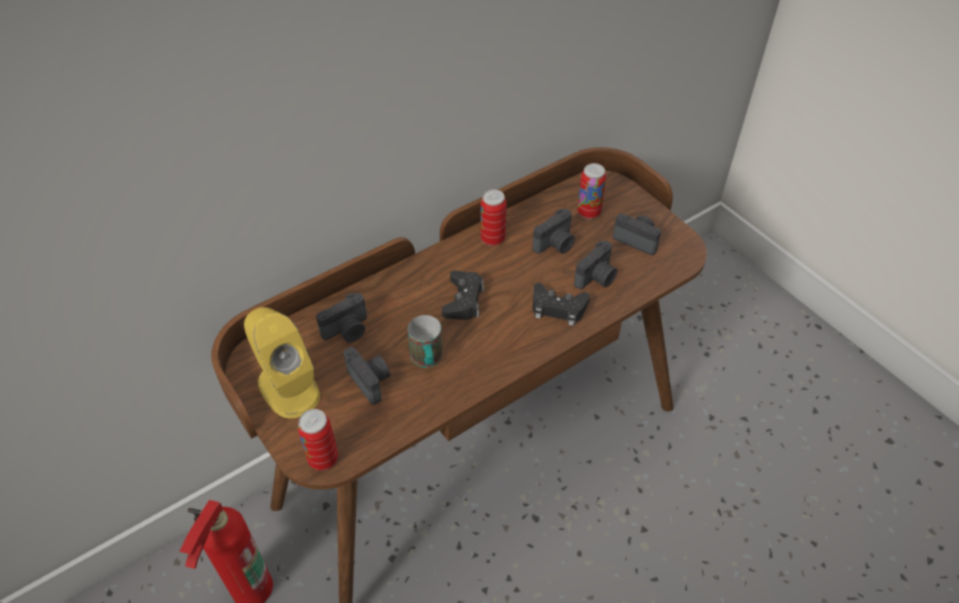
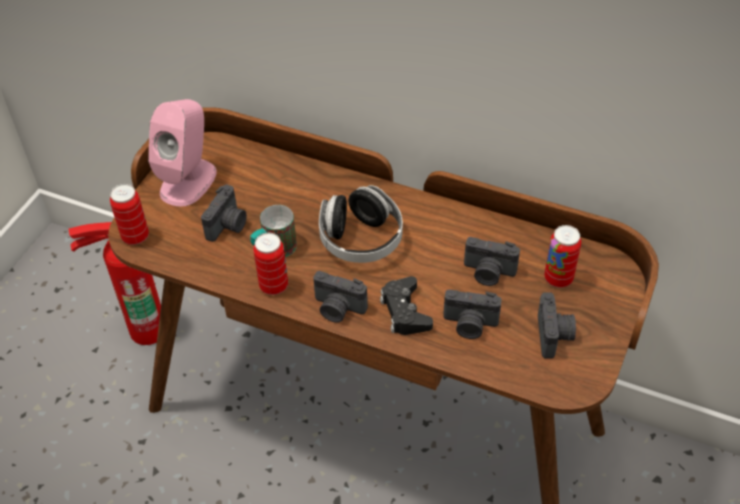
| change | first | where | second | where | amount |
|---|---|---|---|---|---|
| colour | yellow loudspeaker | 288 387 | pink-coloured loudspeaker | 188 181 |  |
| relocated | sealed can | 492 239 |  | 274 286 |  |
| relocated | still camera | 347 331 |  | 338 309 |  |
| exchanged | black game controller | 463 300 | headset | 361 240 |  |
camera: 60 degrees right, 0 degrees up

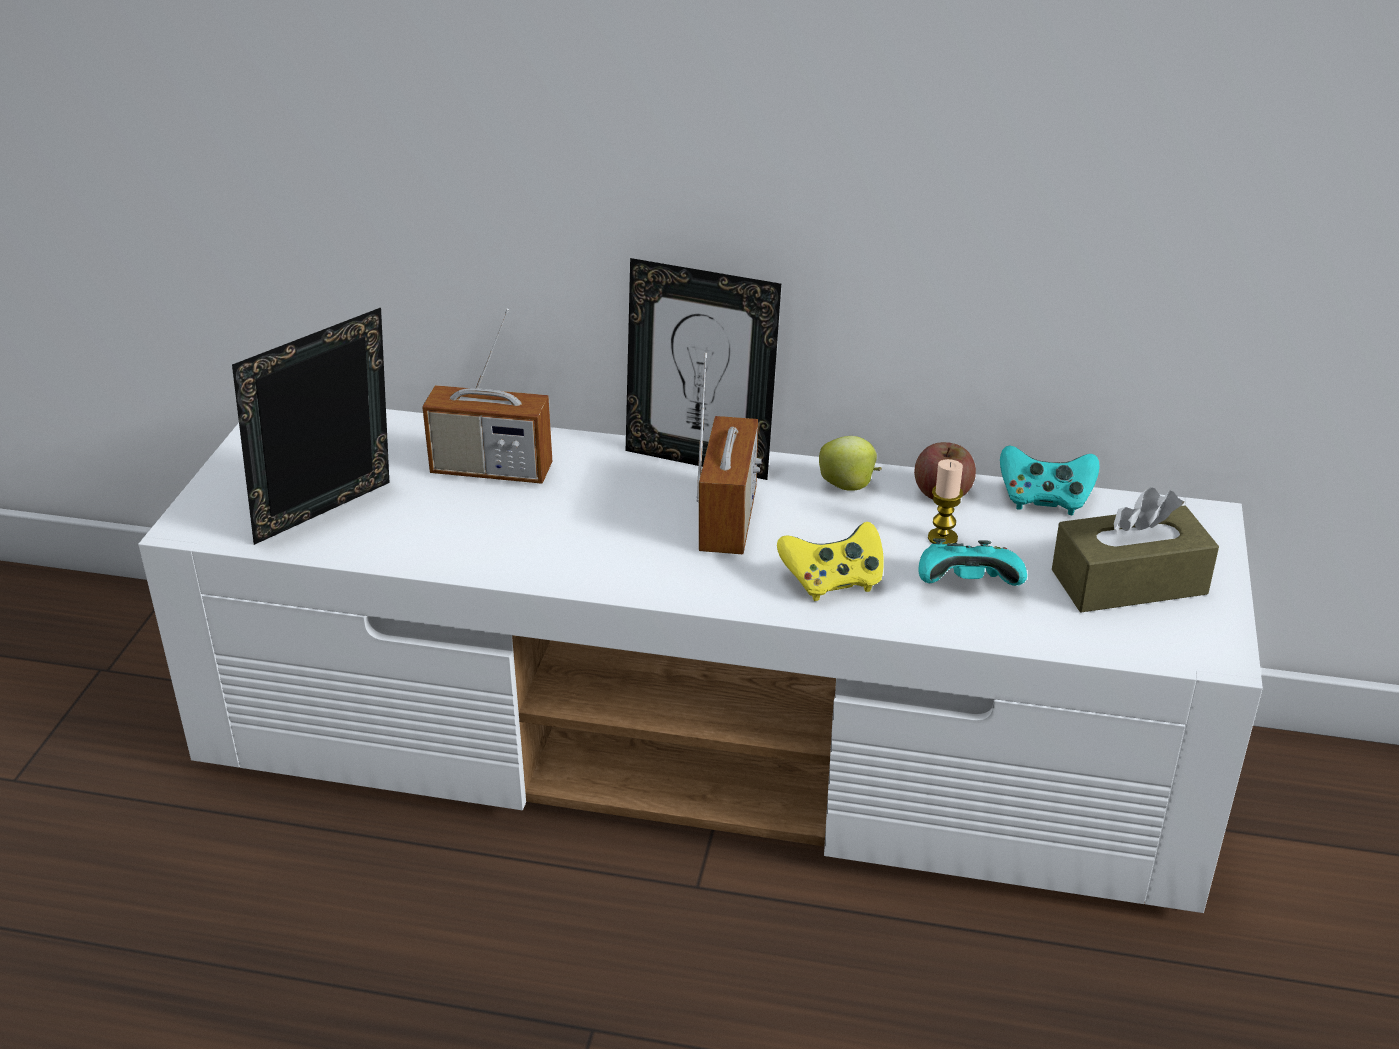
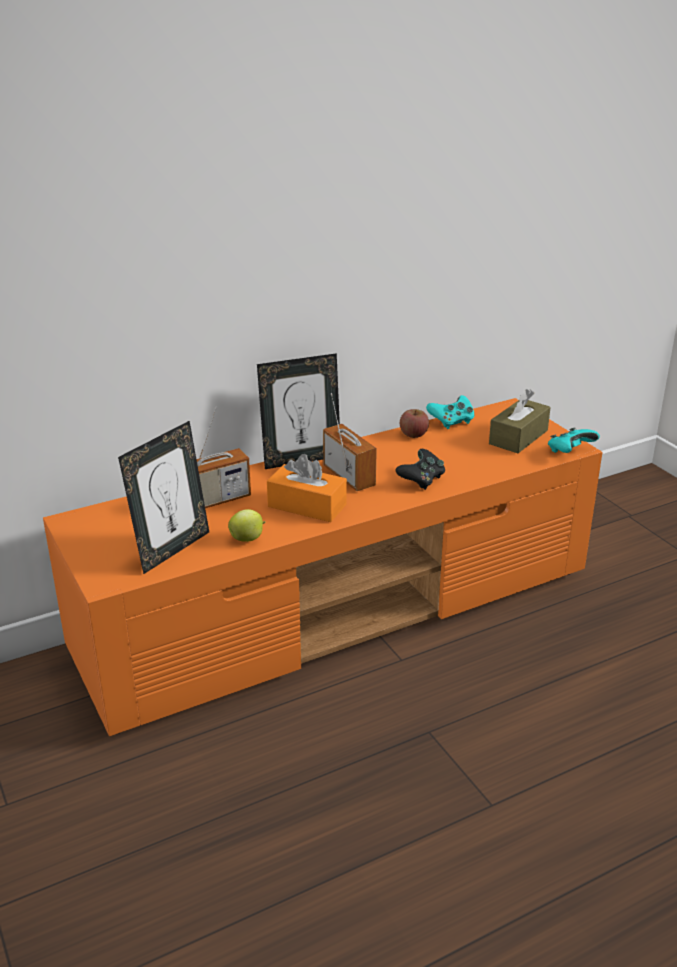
| change | first | where | second | where | amount |
|---|---|---|---|---|---|
| colour | white tv unit | 706 752 | orange-coloured tv unit | 340 610 |  |
| spun | photo frame | 330 518 |  | 172 550 | 150 degrees counterclockwise |
| relocated | apple fruit | 849 486 |  | 247 539 |  |
| appeared |  |  | orange-coloured tissue box | 307 505 |  |
| colour | yellow game controller | 833 582 | black game controller | 421 480 |  |
| relocated | blue-green game controller | 967 586 |  | 570 452 |  |
| missing | candle | 942 538 |  |  |  |
camera: 40 degrees left, 5 degrees down

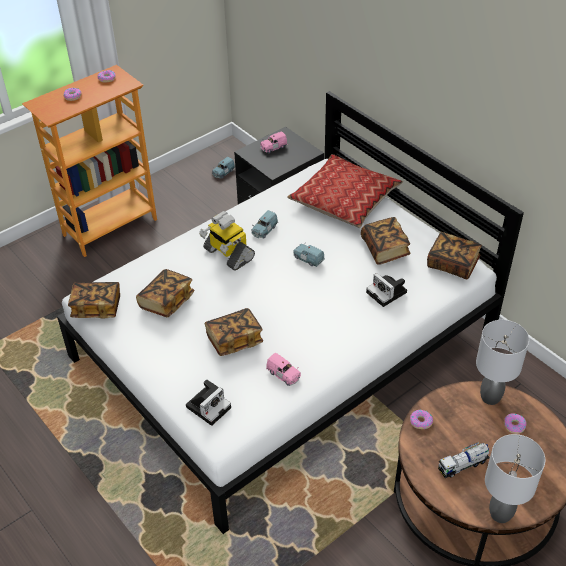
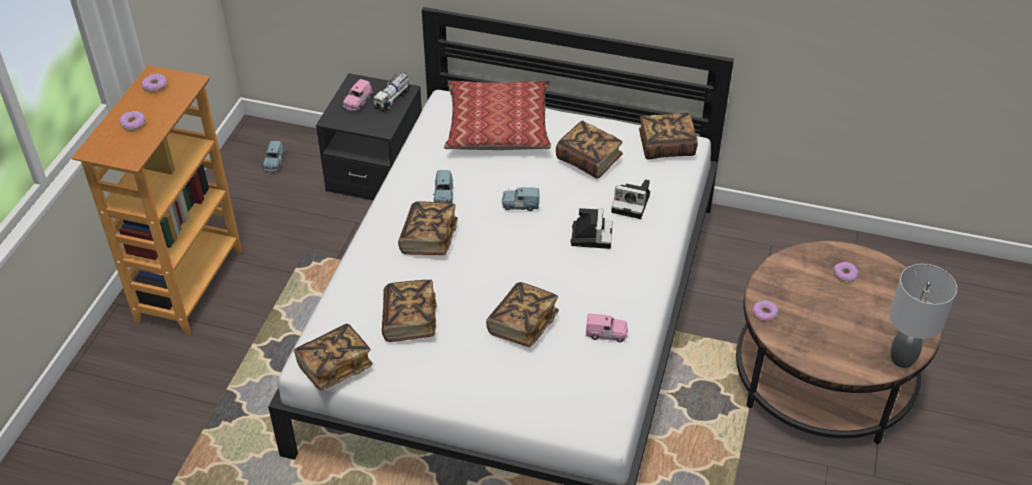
| change | first | where | second | where | amount |
|---|---|---|---|---|---|
| relocated | model truck | 463 465 |  | 392 99 |  |
| exchanged | model robot | 228 254 | book | 429 239 |  |
| relocated | still camera | 209 406 |  | 591 235 |  |
| missing | greyish tabletop lamp | 491 397 |  |  |  |
camera: 35 degrees left, 0 degrees up

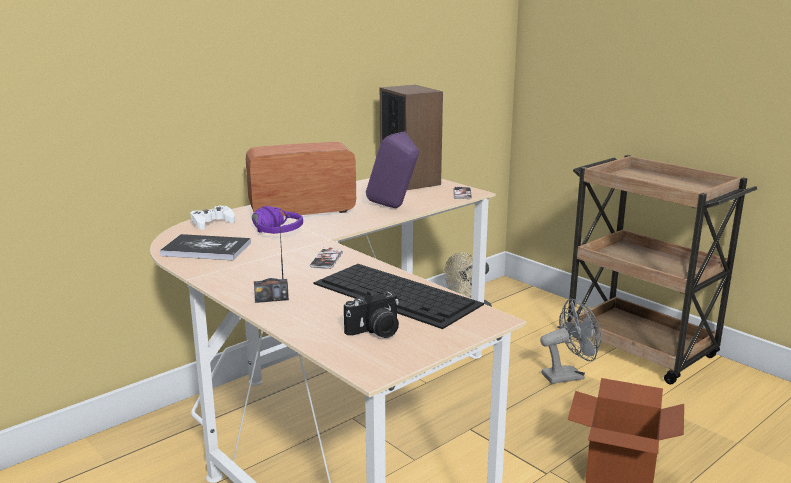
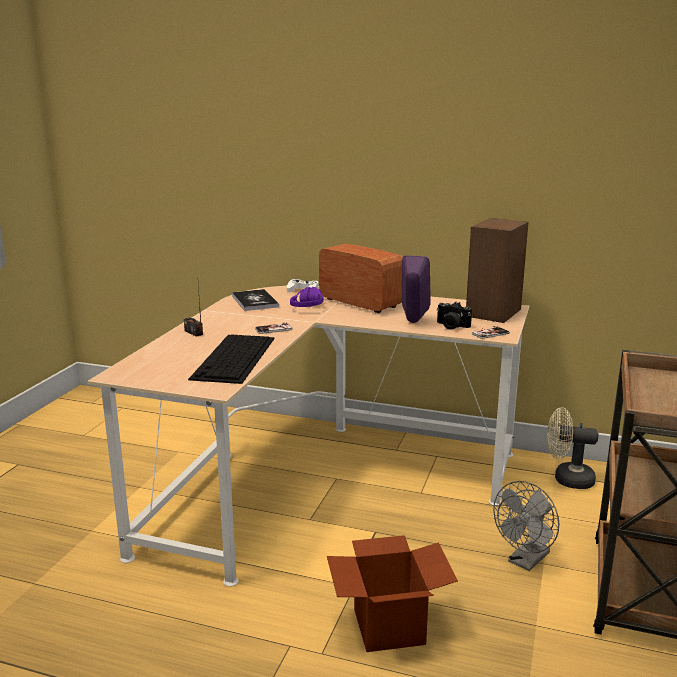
| change | first | where | second | where | amount |
|---|---|---|---|---|---|
| relocated | still camera | 375 331 |  | 451 326 |  |
| spun | greyish cooling fan | 568 375 |  | 525 561 | 90 degrees clockwise |
camera: 60 degrees right, 0 degrees up

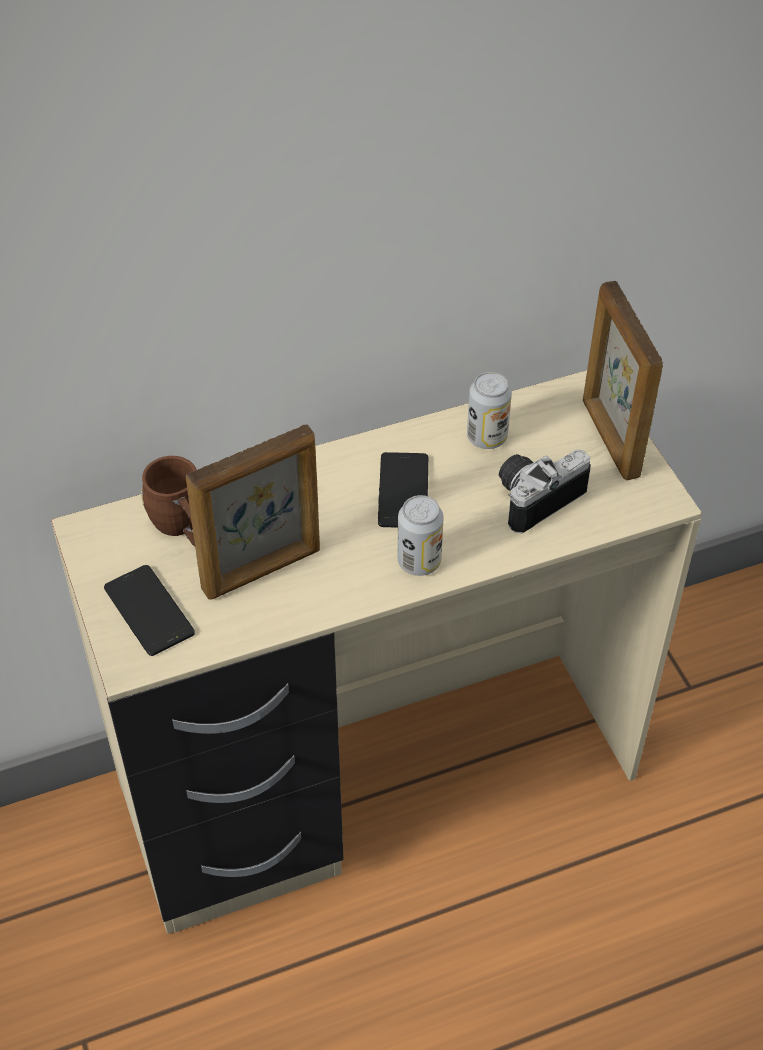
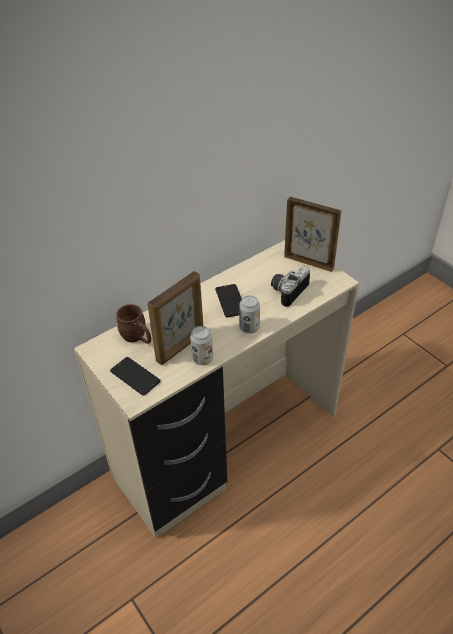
| change | first | where | second | where | amount |
|---|---|---|---|---|---|
| relocated | sealed can | 487 437 |  | 202 359 |  |
| spun | photo frame | 609 438 |  | 309 262 | 150 degrees clockwise |
camera: 15 degrees left, 5 degrees down

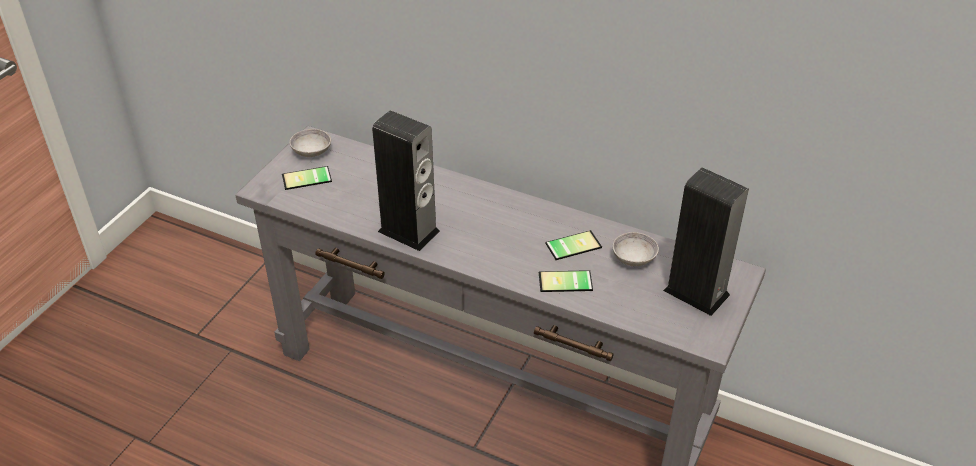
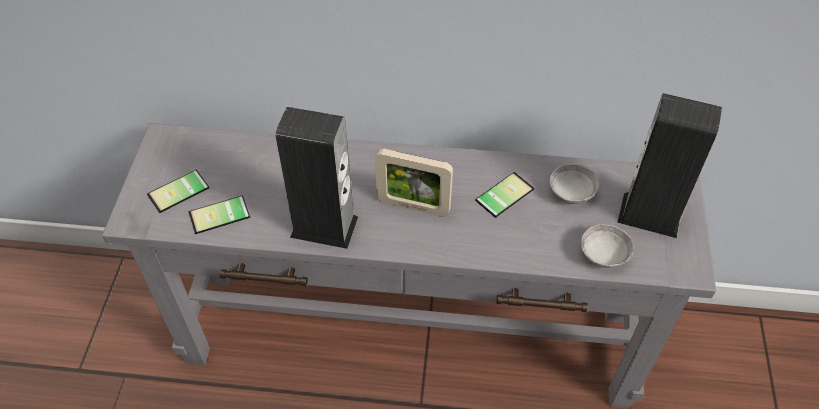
| change | first | where | second | where | amount |
|---|---|---|---|---|---|
| relocated | telephone | 565 283 |  | 220 217 |  |
| appeared |  |  | photo frame | 413 207 |  |
| relocated | greyish deep dish | 311 152 |  | 603 255 |  |
camera: 20 degrees left, 10 degrees up

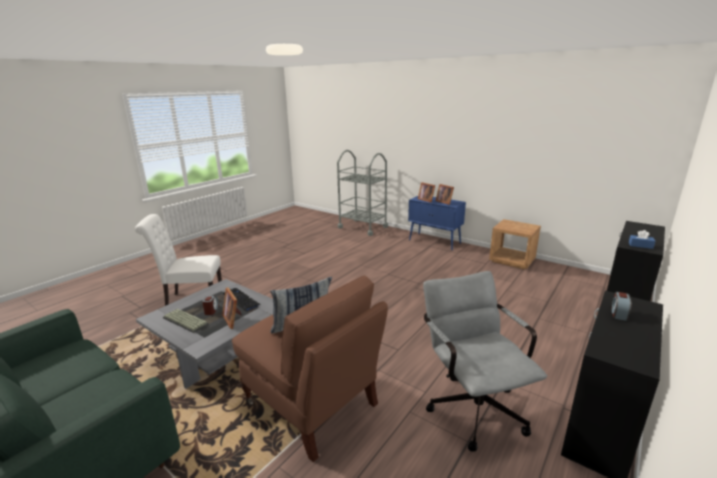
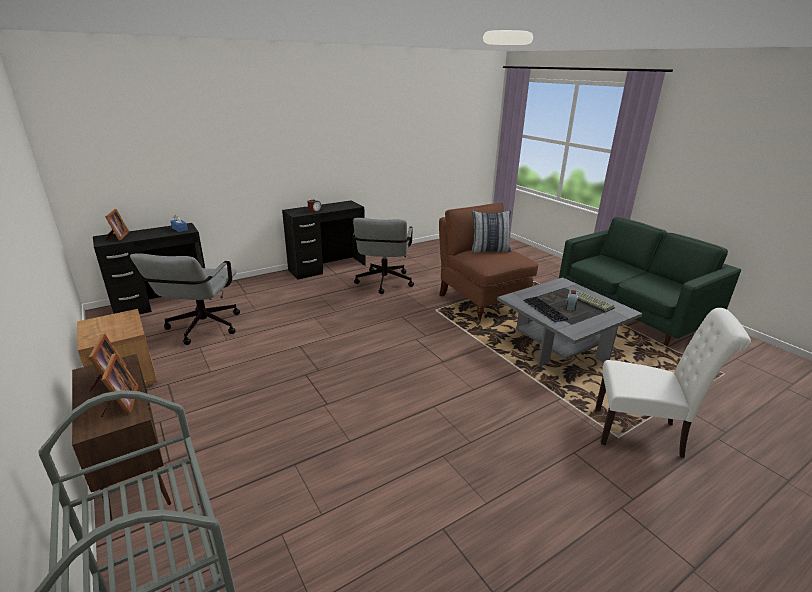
| change | first | where | second | where | amount |
|---|---|---|---|---|---|
| colour | blue-coloured cupboard | 435 242 | brownish cupboard | 135 474 |  |
| relocated | photo frame | 233 319 |  | 118 237 |  |
| appeared |  |  | greyish desk chair | 201 329 |  |
camera: 160 degrees left, 5 degrees up

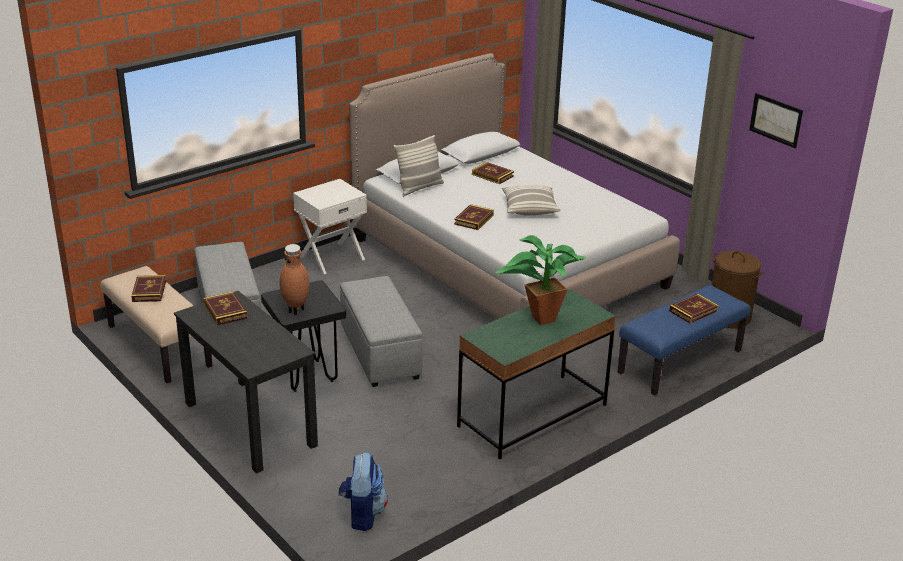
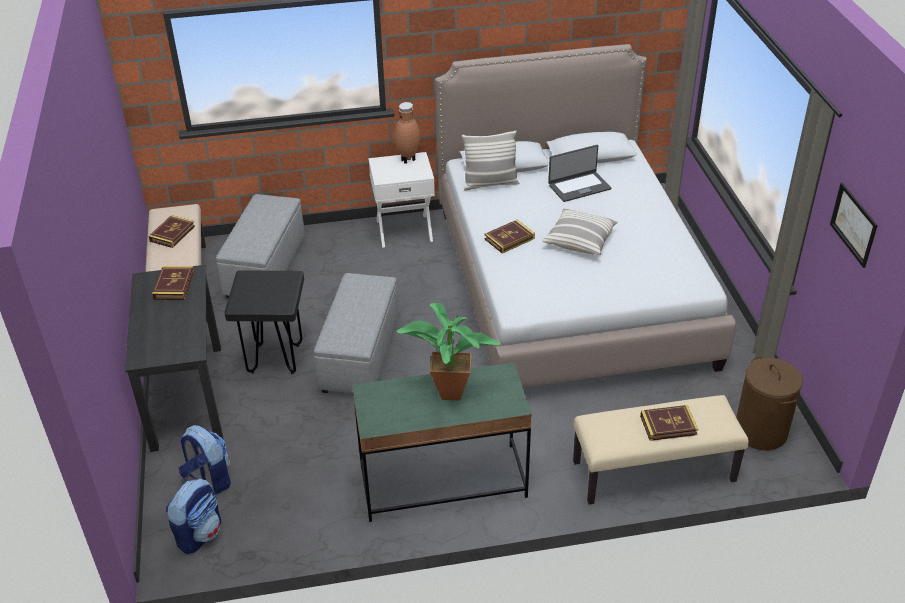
| change | first | where | second | where | amount |
|---|---|---|---|---|---|
| appeared |  |  | rucksack | 208 479 |  |
| relocated | brownish flower vase | 296 310 |  | 409 160 |  |
| exchanged | book | 492 175 | notebook computer | 579 186 |  |
| colour | blue-coloured bench | 680 362 | beige-coloured bench | 653 472 |  |
camera: 30 degrees right, 10 degrees up

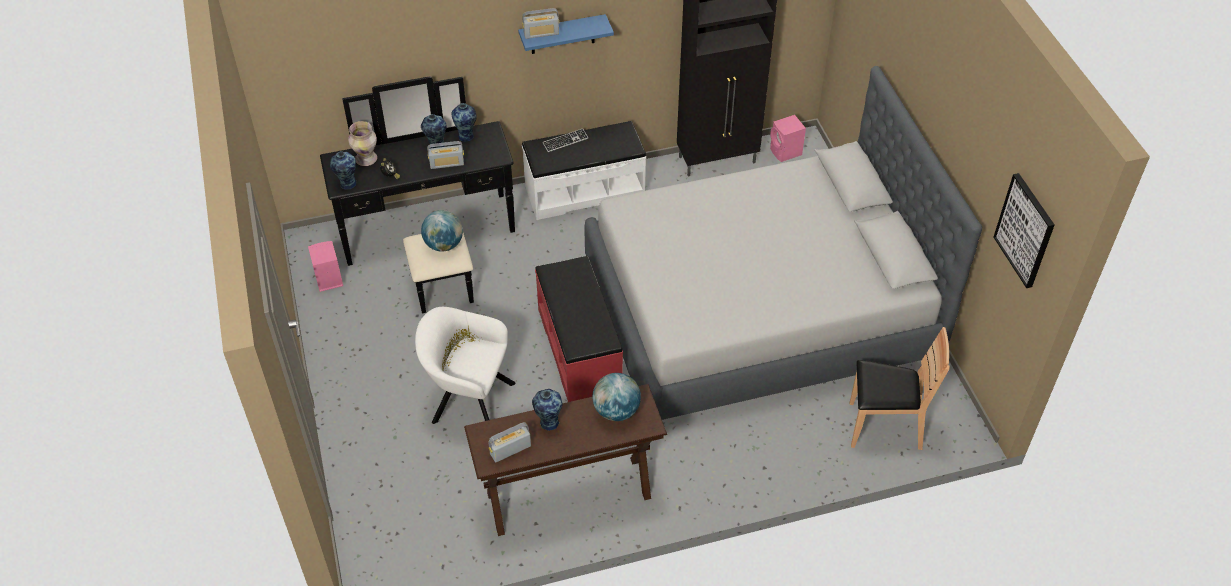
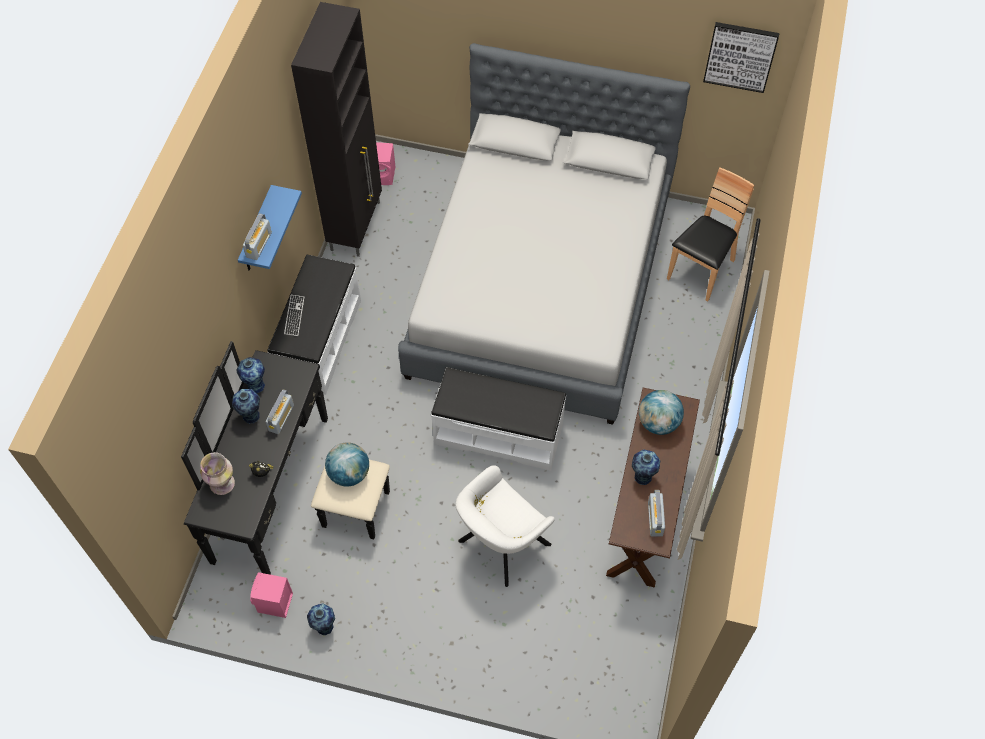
| change | first | where | second | where | amount |
|---|---|---|---|---|---|
| relocated | flower vase | 347 184 |  | 324 627 |  |
| colour | red bench | 580 350 | white bench | 498 433 |  |
camera: 60 degrees left, 10 degrees up

